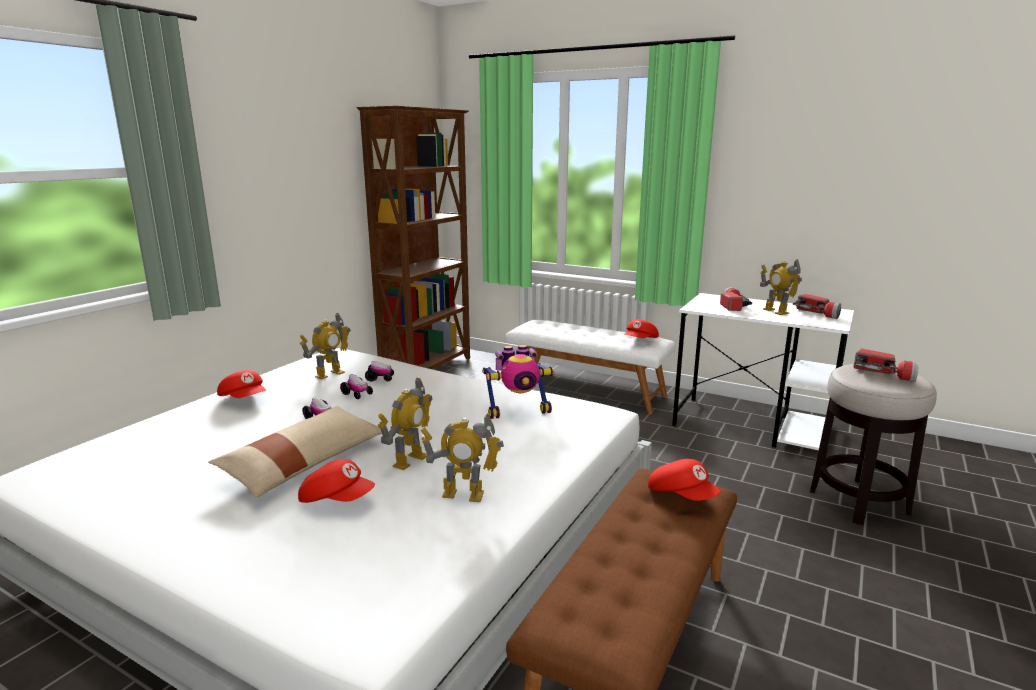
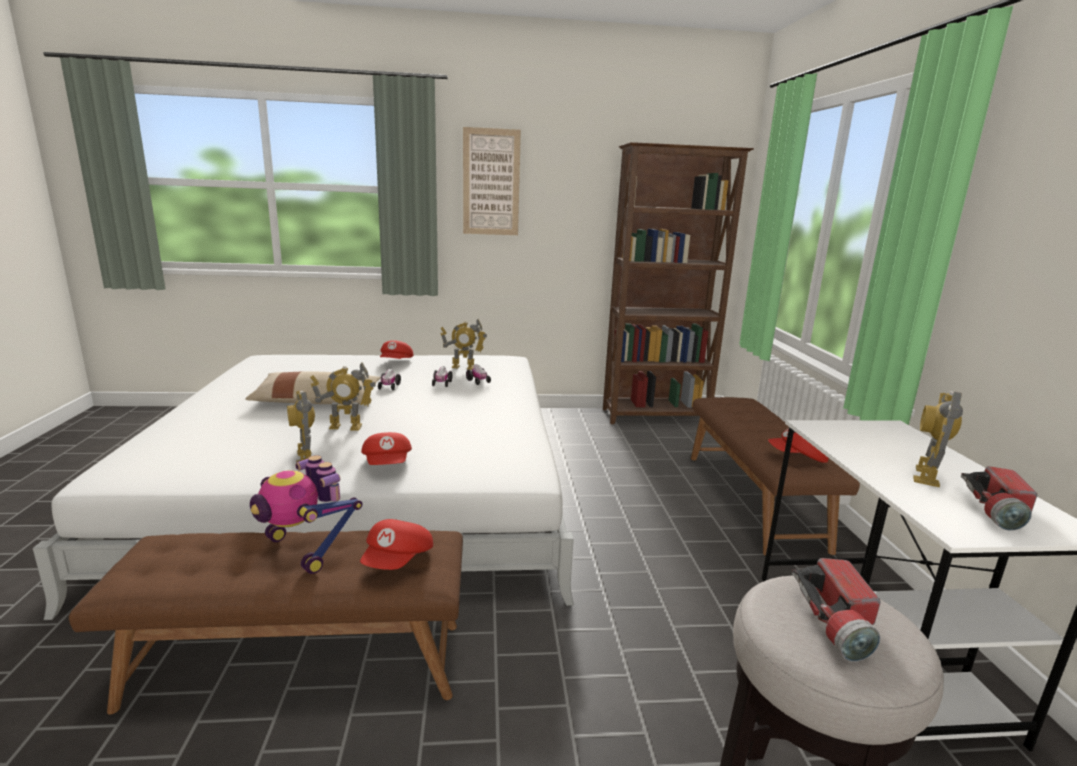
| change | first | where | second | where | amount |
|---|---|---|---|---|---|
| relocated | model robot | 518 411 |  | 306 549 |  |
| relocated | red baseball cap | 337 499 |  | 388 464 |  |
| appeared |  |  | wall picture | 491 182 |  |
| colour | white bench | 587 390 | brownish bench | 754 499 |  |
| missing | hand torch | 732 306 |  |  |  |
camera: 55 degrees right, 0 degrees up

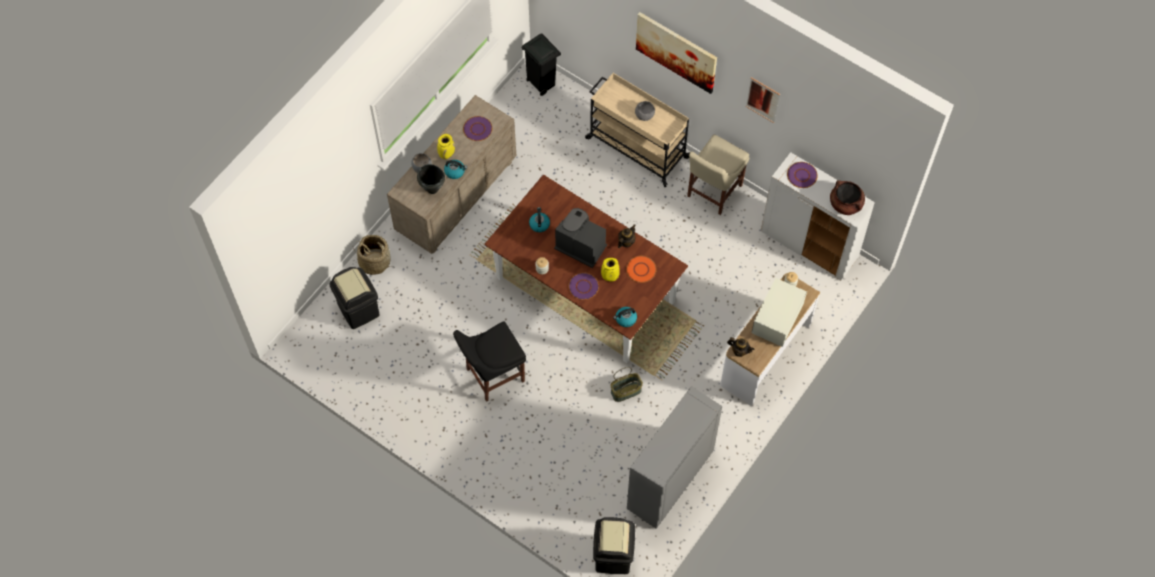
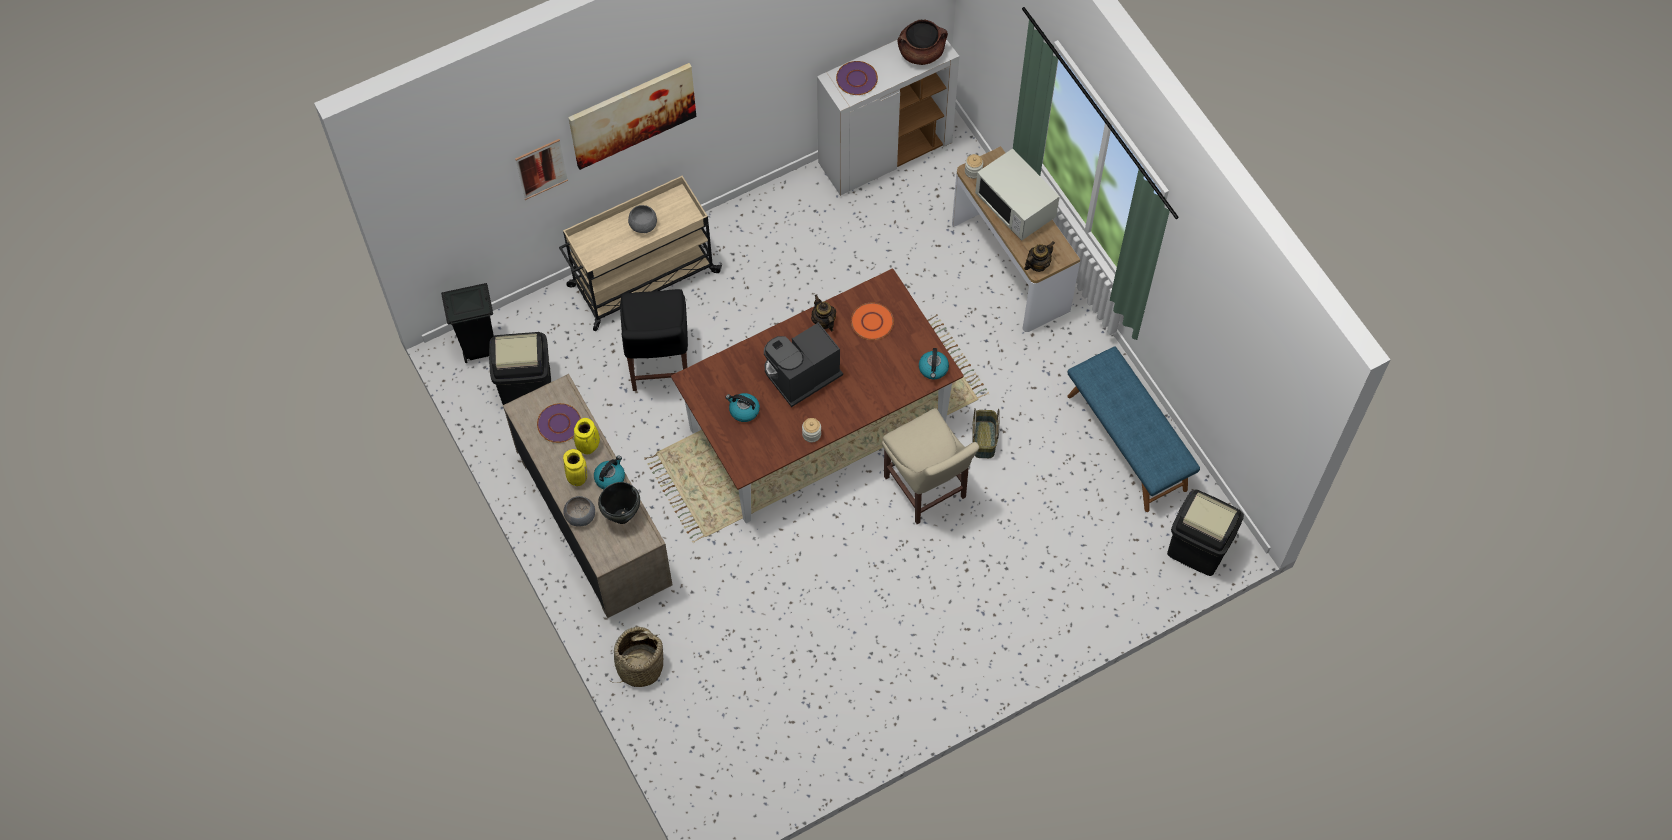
| change | first | where | second | where | amount |
|---|---|---|---|---|---|
| relocated | black trash can | 358 310 |  | 526 387 |  |
| relocated | wall picture | 763 100 |  | 541 169 |  |
| relocated | yellow flower vase | 609 277 |  | 589 447 |  |
| relocated | black plain chair | 492 376 |  | 659 366 |  |
| relocated | beige-coloured plain chair | 712 192 |  | 926 490 |  |
| exchanged | greyish cupboard | 670 481 | blue-coloured bench | 1127 442 |  |
| missing | purplish dinner plate | 583 286 |  |  |  |
camera: 65 degrees left, 0 degrees up

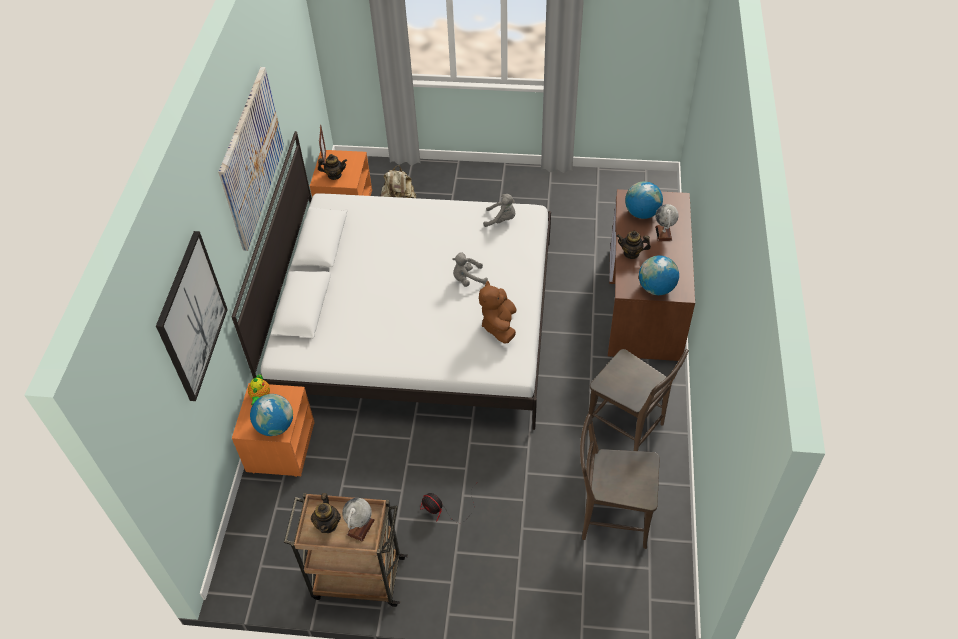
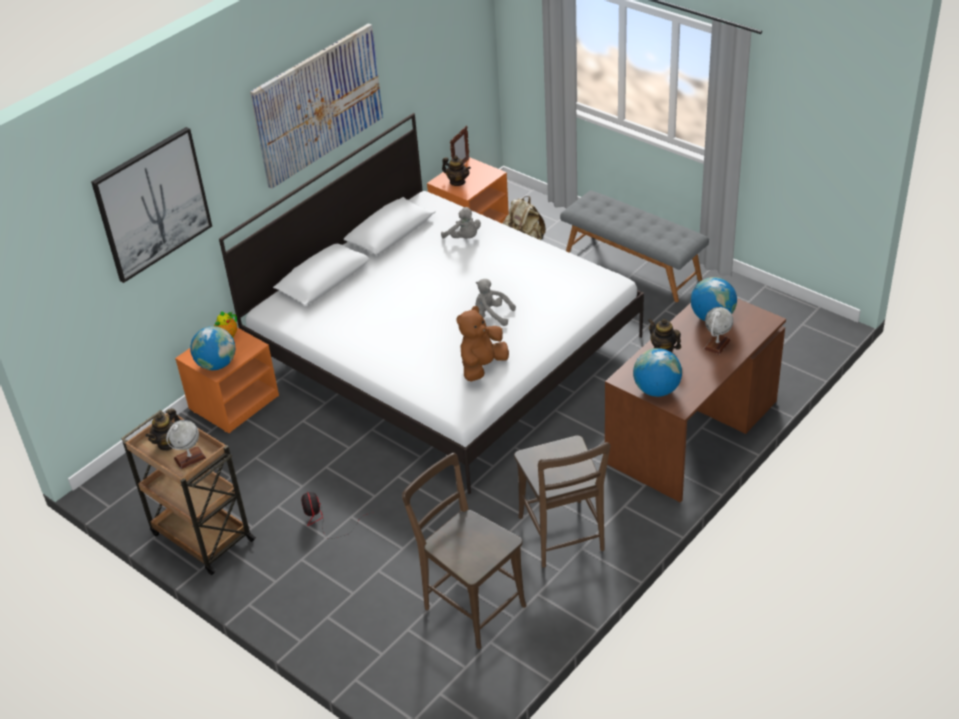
| change | first | where | second | where | amount |
|---|---|---|---|---|---|
| relocated | greyish soft toy | 501 220 |  | 464 238 |  |
| appeared |  |  | greyish bench | 633 265 |  |
camera: 35 degrees right, 10 degrees down

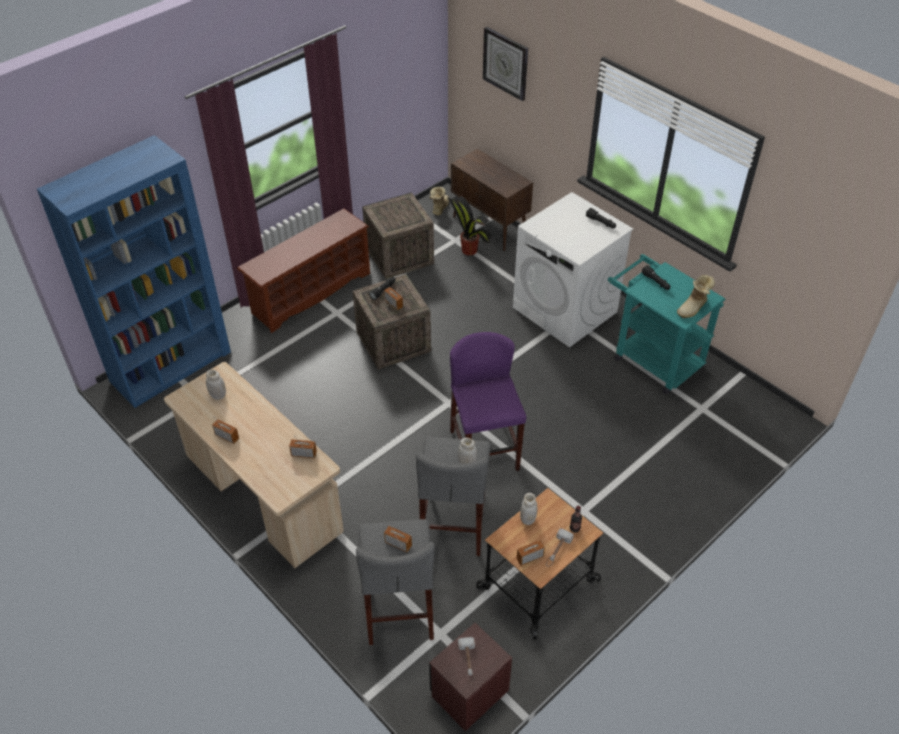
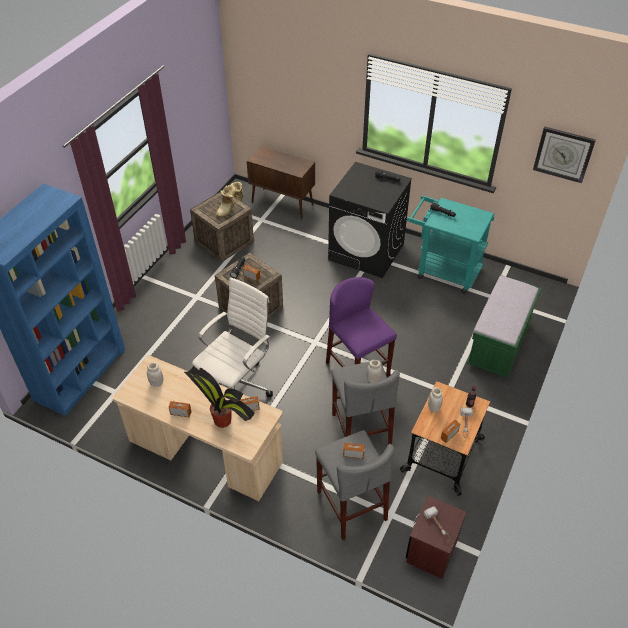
| change | first | where | second | where | amount |
|---|---|---|---|---|---|
| relocated | houseplant | 470 251 |  | 223 421 |  |
| appeared |  |  | white desk chair | 237 385 |  |
| relocated | tall boot | 693 308 |  | 227 209 |  |
| colour | white laundry machine | 565 310 | black laundry machine | 366 252 |  |
| appeared |  |  | greenish bench | 499 344 |  |
| relocated | clock on the wall | 505 63 |  | 563 154 |  |
| missing | brownish shoe rack | 310 292 |  |  |  |
camera: 20 degrees left, 0 degrees up

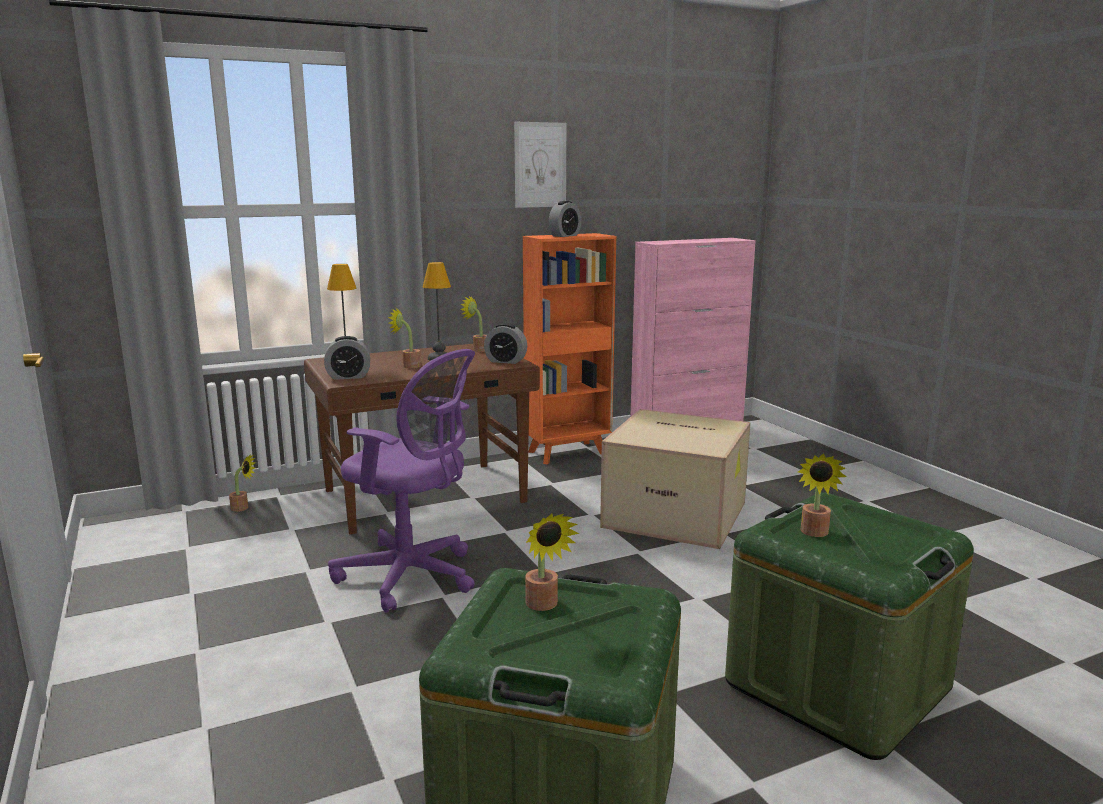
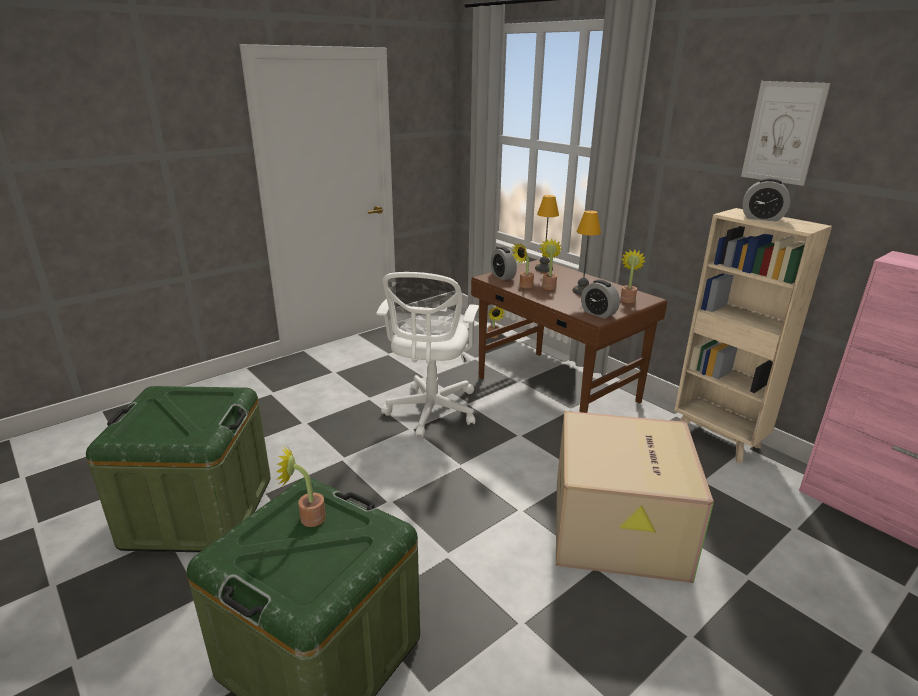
| change | first | where | second | where | amount |
|---|---|---|---|---|---|
| colour | purplish desk chair | 412 576 | white desk chair | 431 412 |  |
| relocated | houseplant | 544 606 |  | 524 286 |  |
| spun | bedside clock | 505 361 |  | 598 313 | 45 degrees counterclockwise |
| colour | orange-coloured bookcase | 569 453 | beige-coloured bookcase | 718 440 |  |
camera: 75 degrees right, 10 degrees up

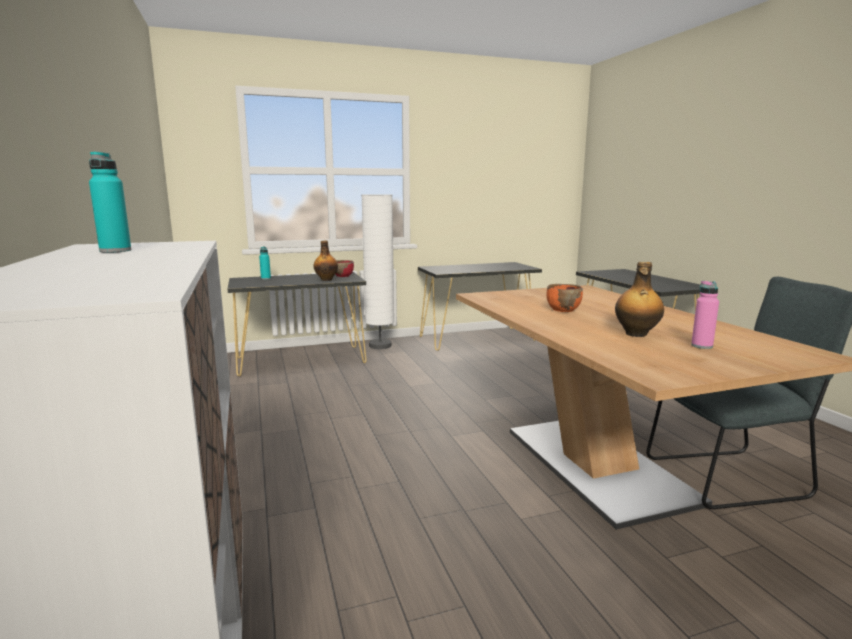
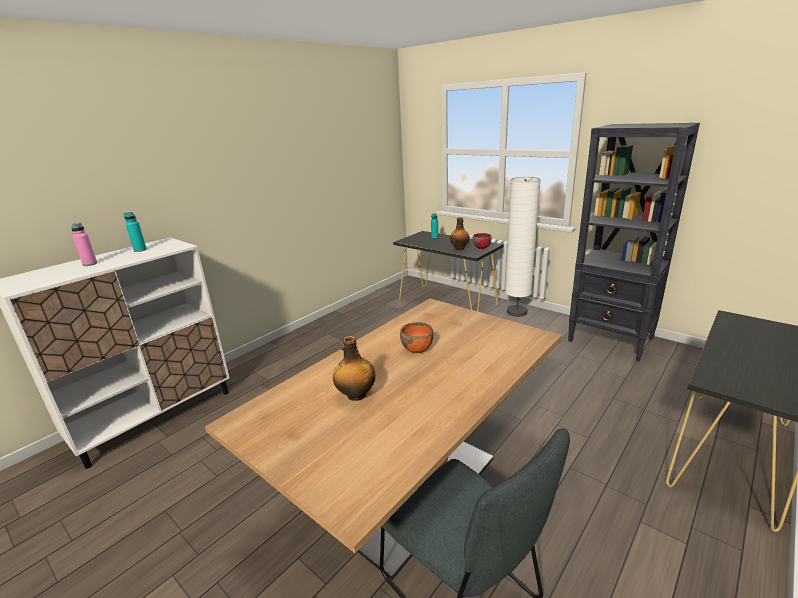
| change | first | where | second | where | amount |
|---|---|---|---|---|---|
| relocated | pink-coloured bottle | 701 346 |  | 90 264 |  |
| exchanged | black narrow table | 477 338 | black bookcase | 611 340 |  |
camera: 60 degrees right, 10 degrees up

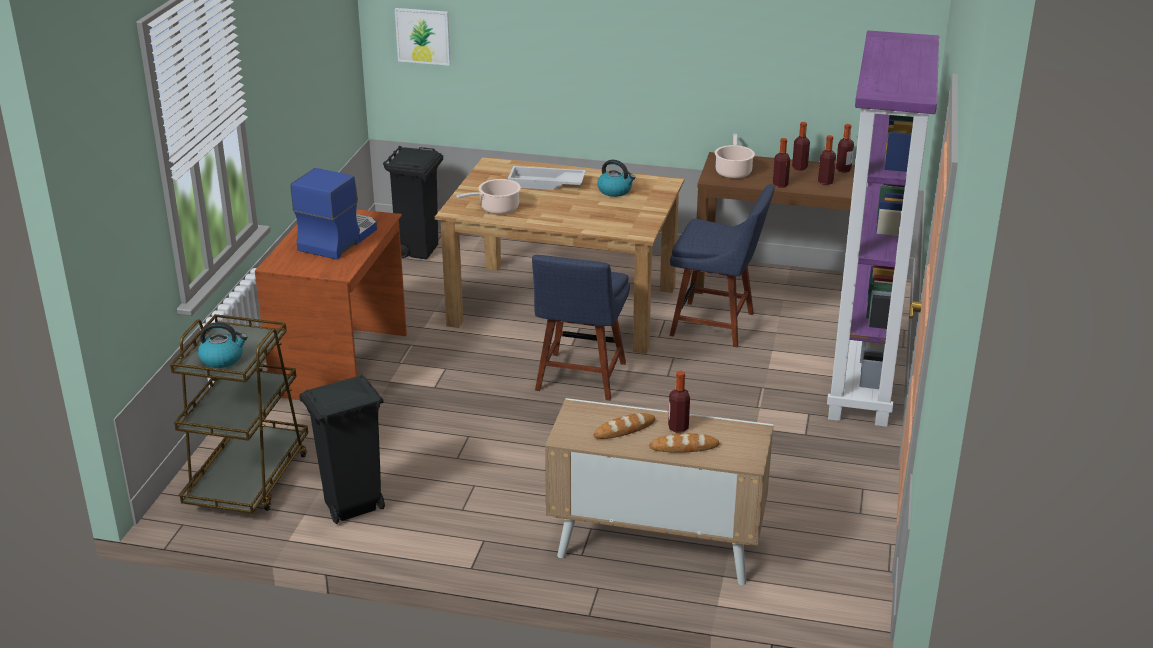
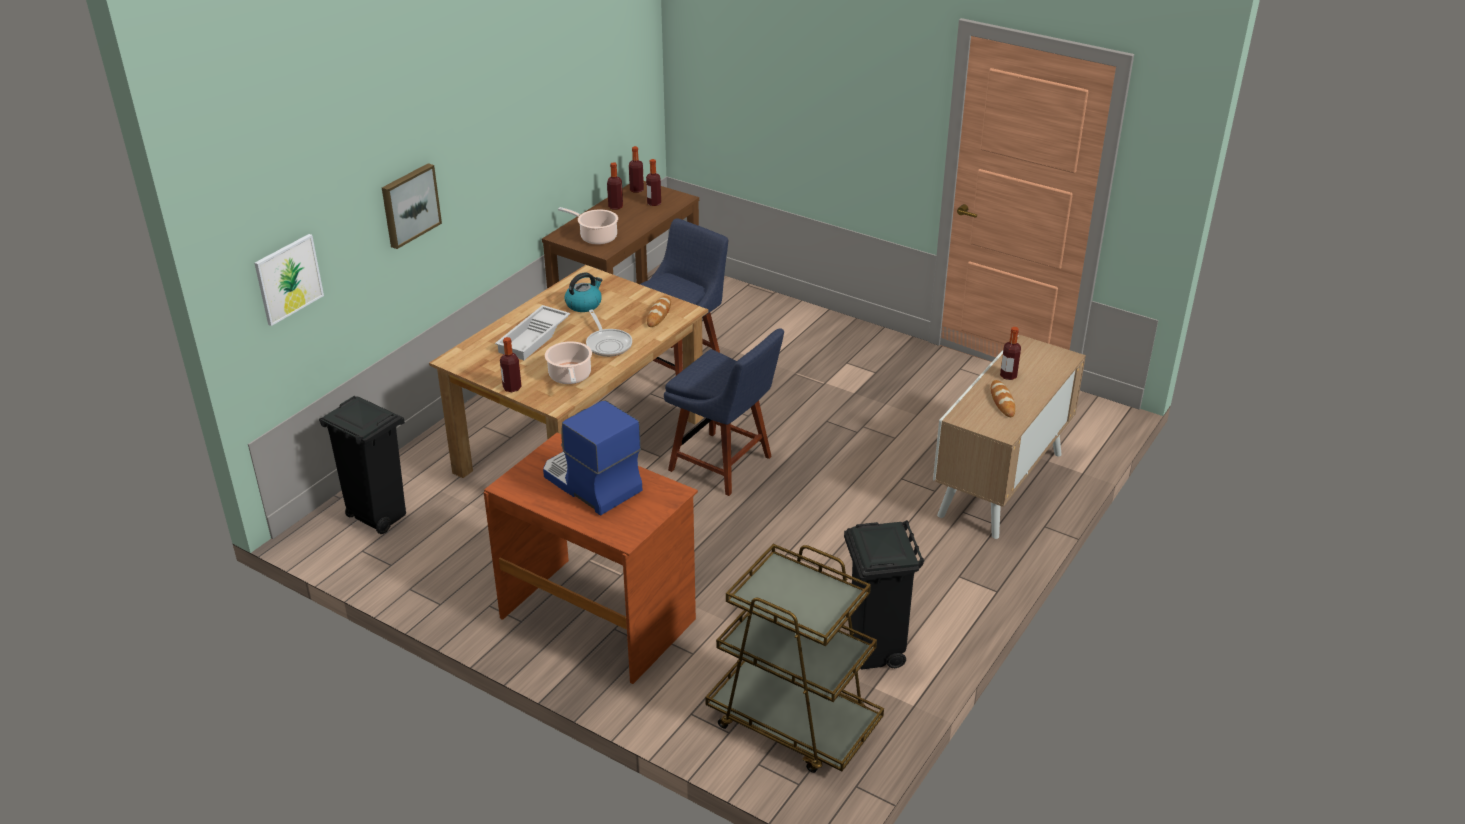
| change | first | where | second | where | amount |
|---|---|---|---|---|---|
| appeared |  |  | wall picture | 409 205 |  |
| relocated | bottle | 780 185 |  | 512 388 |  |
| appeared |  |  | pan | 608 344 |  |
| relocated | bakery bread | 684 447 |  | 659 314 |  |
| missing | water kettle | 222 359 |  |  |  |
| missing | purplish bookcase | 864 378 |  |  |  |
camera: 70 degrees left, 5 degrees up

